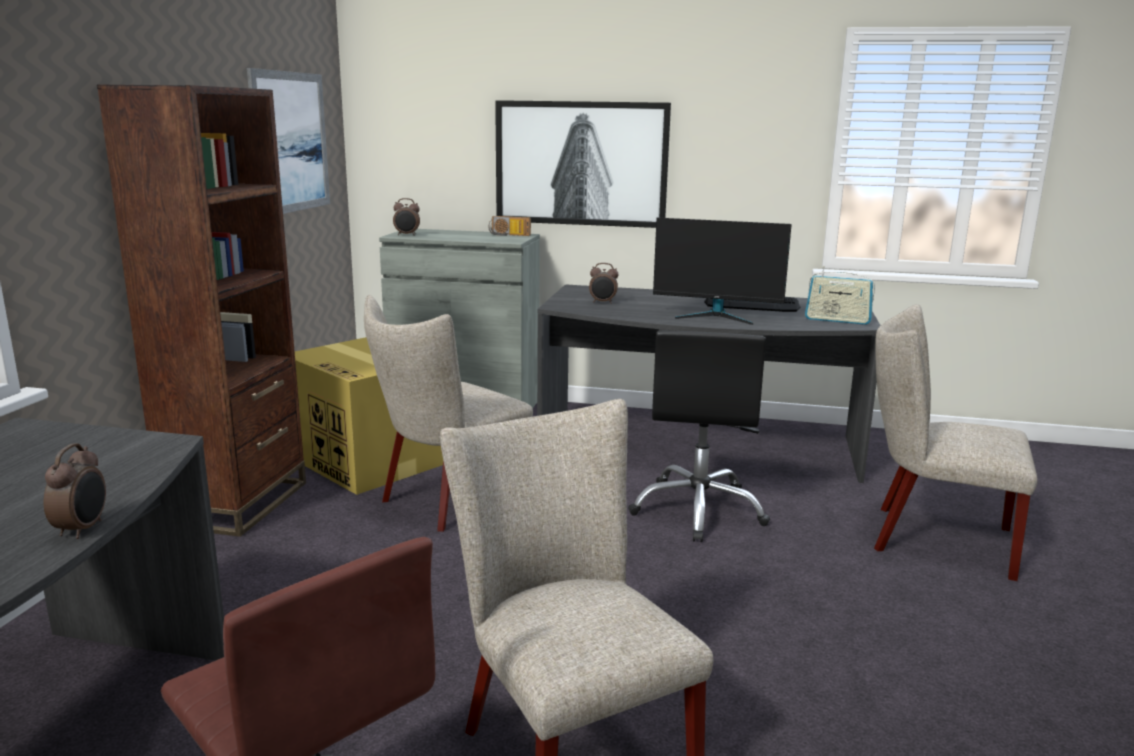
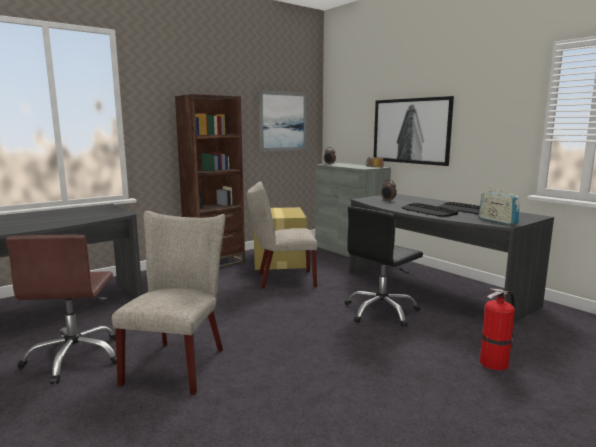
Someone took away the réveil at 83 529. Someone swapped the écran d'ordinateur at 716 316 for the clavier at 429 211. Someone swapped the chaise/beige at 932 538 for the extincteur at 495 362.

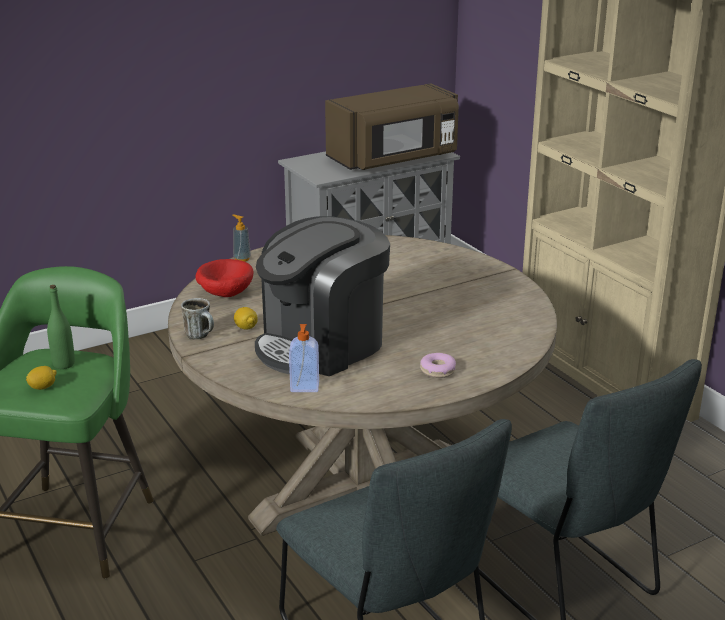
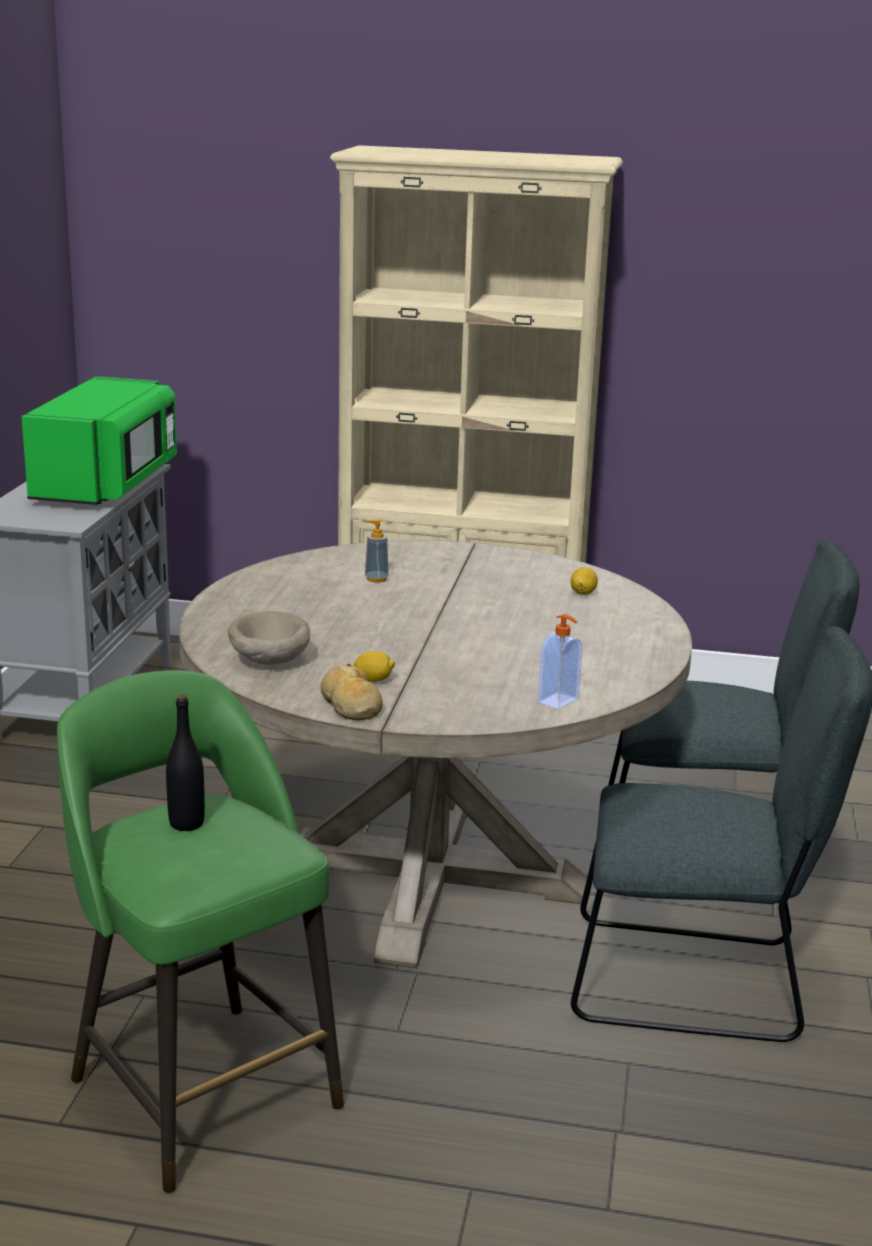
Someone carried the citron from 43 387 to 583 593. Someone repainted the bouteille/vert at 64 364, which became the bouteille/noir at 186 823. Someone swapped the mug at 201 336 for the pain at 351 706. Someone repainted the bol/rouge at 224 294, which became the bol/beige at 268 662. Someone carried the distributeur de savon from 242 259 to 376 579. Someone took away the machine à café at 322 345. Someone repainted the micro-ondes/marron at 394 159, which became the micro-ondes/vert at 107 484. Someone took away the beignet at 438 370.

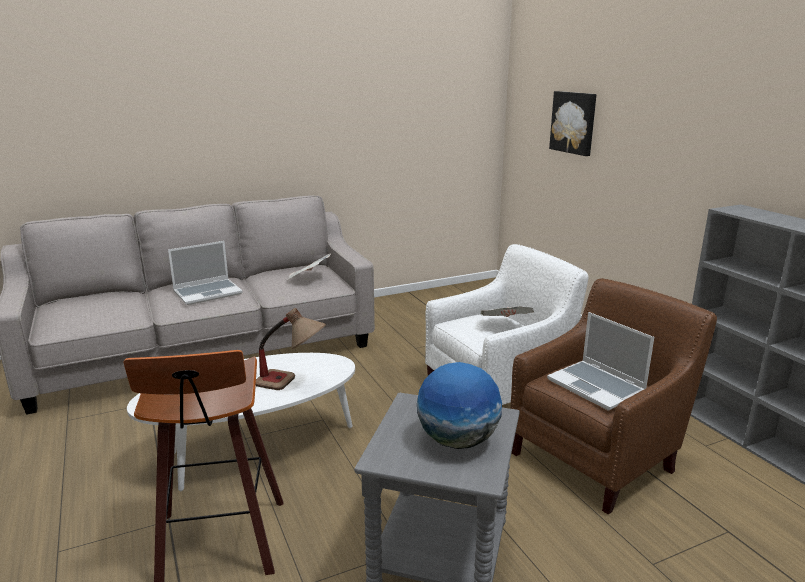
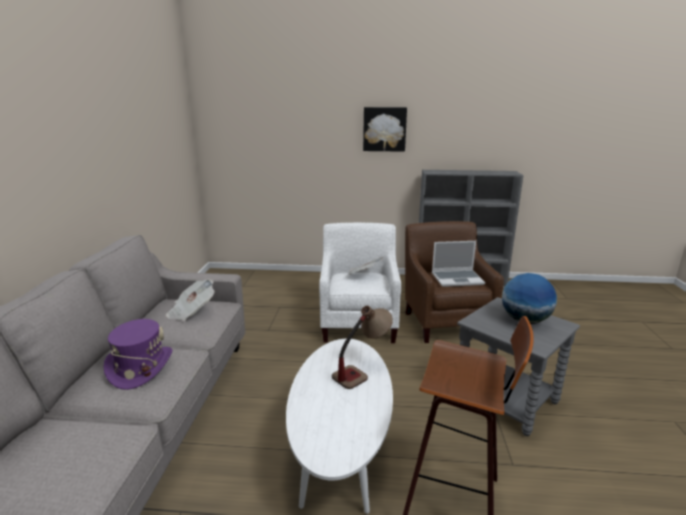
Someone swapped the ordinateur portable at 208 293 for the chapeau/violet at 140 367. Someone carried the tableau from 574 122 to 384 129.

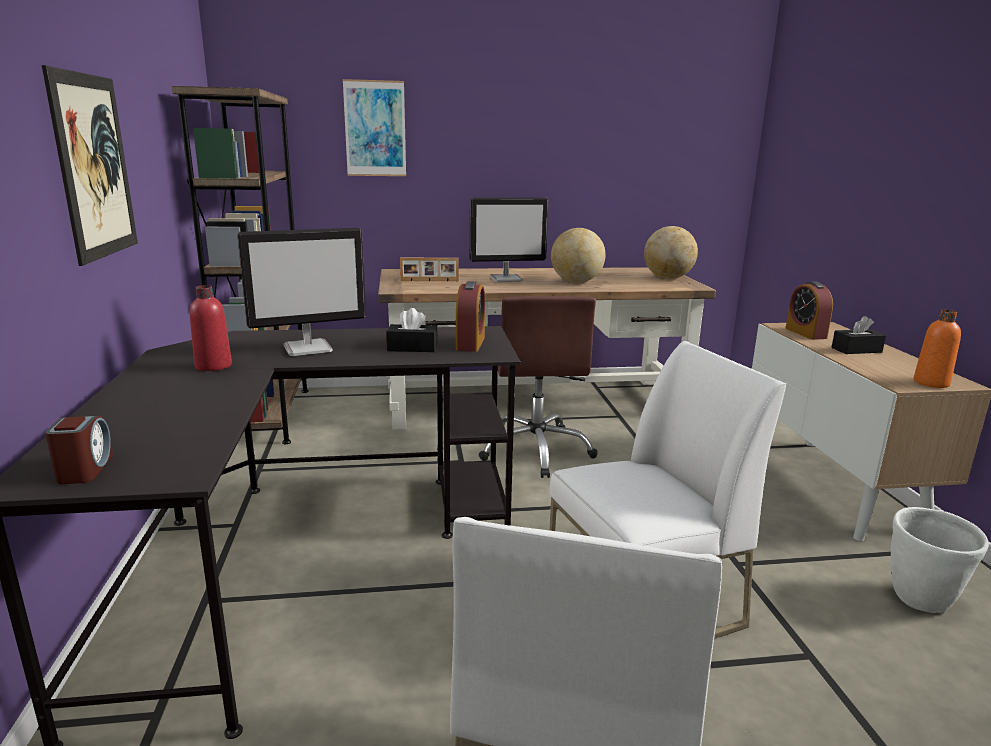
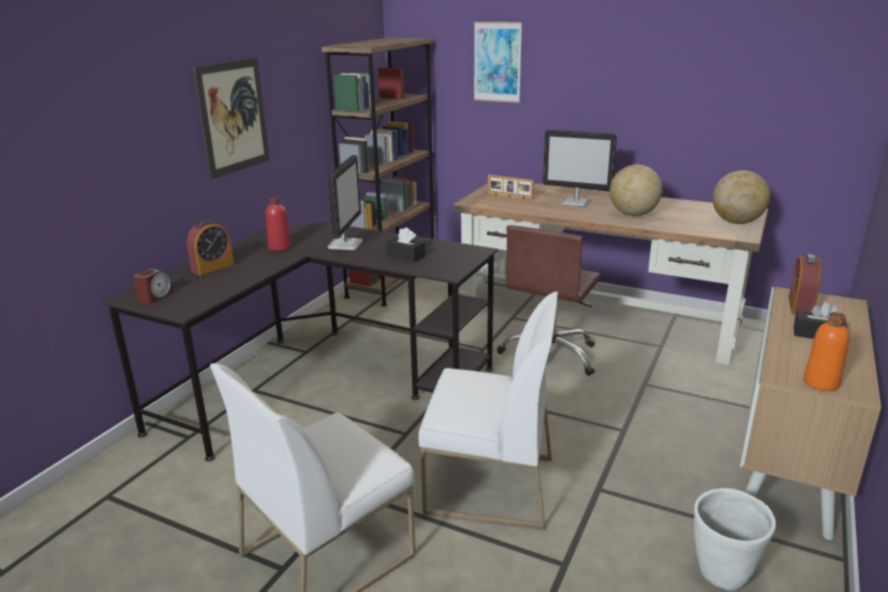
Someone rotated the écran d'ordinateur at 309 348 by 90 degrees counterclockwise. Someone carried the réveil from 470 343 to 213 268.

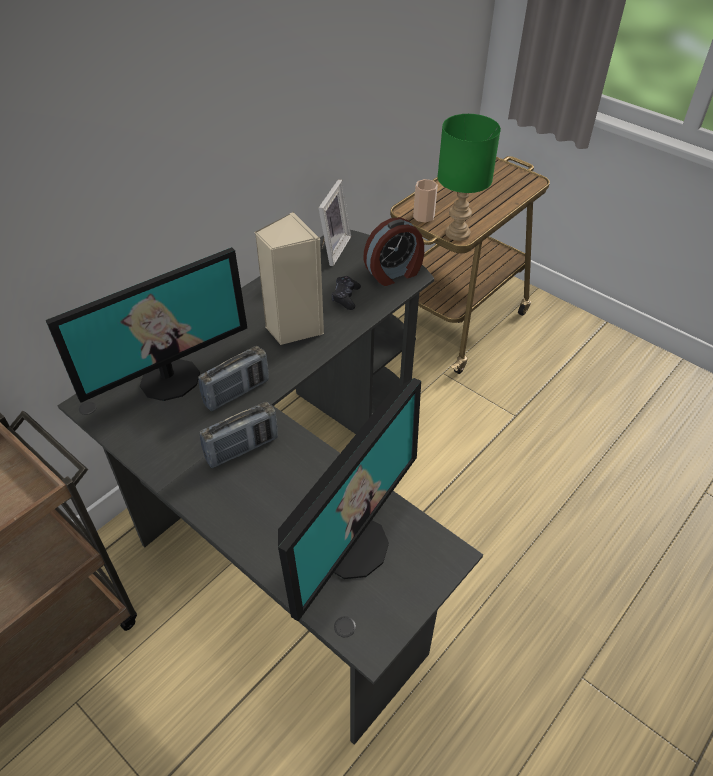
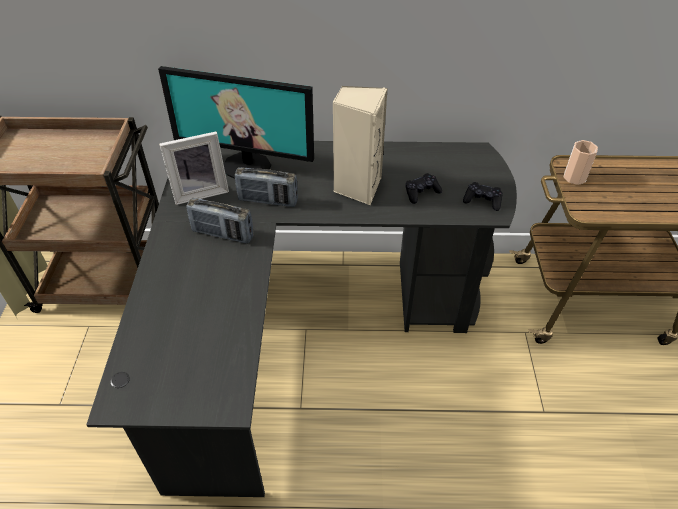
Someone took away the écran d'ordinateur at 353 546. Someone carried the cadre photo from 331 249 to 200 191. Someone swapped the réveil at 394 273 for the manette/noir at 482 201. Someone took away the lampe de table/vert at 458 233.

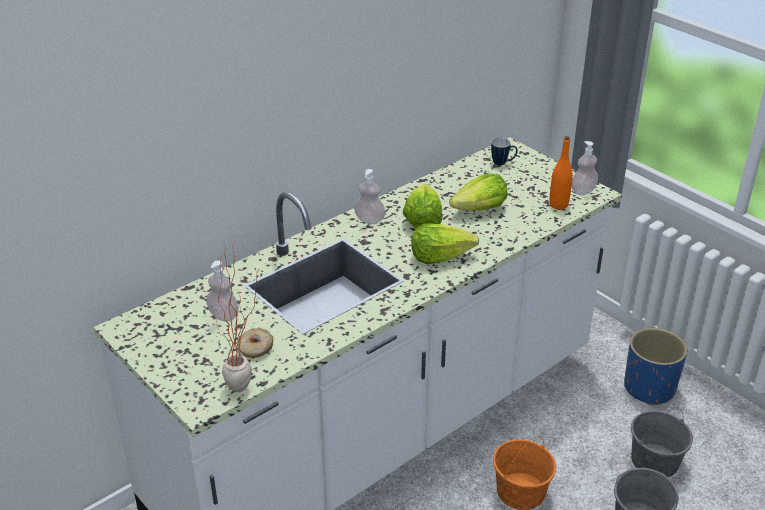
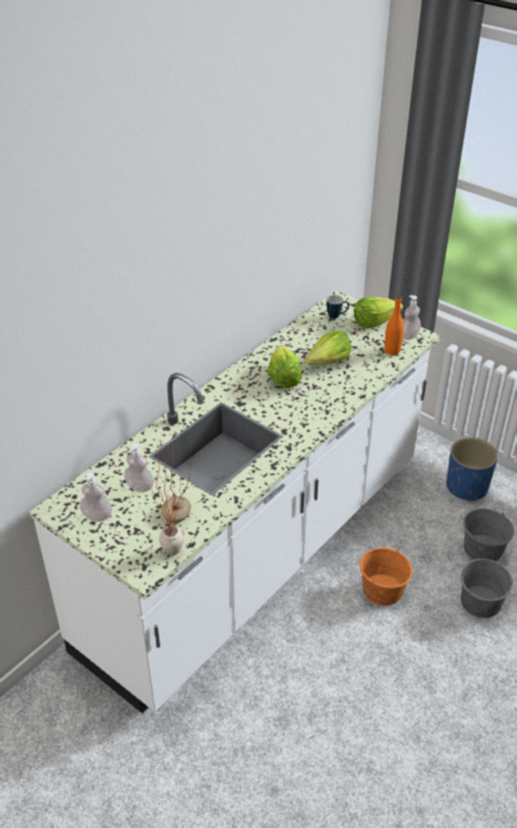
Someone carried the distributeur de savon from 369 220 to 97 516. Someone carried the laitue from 440 256 to 374 321.

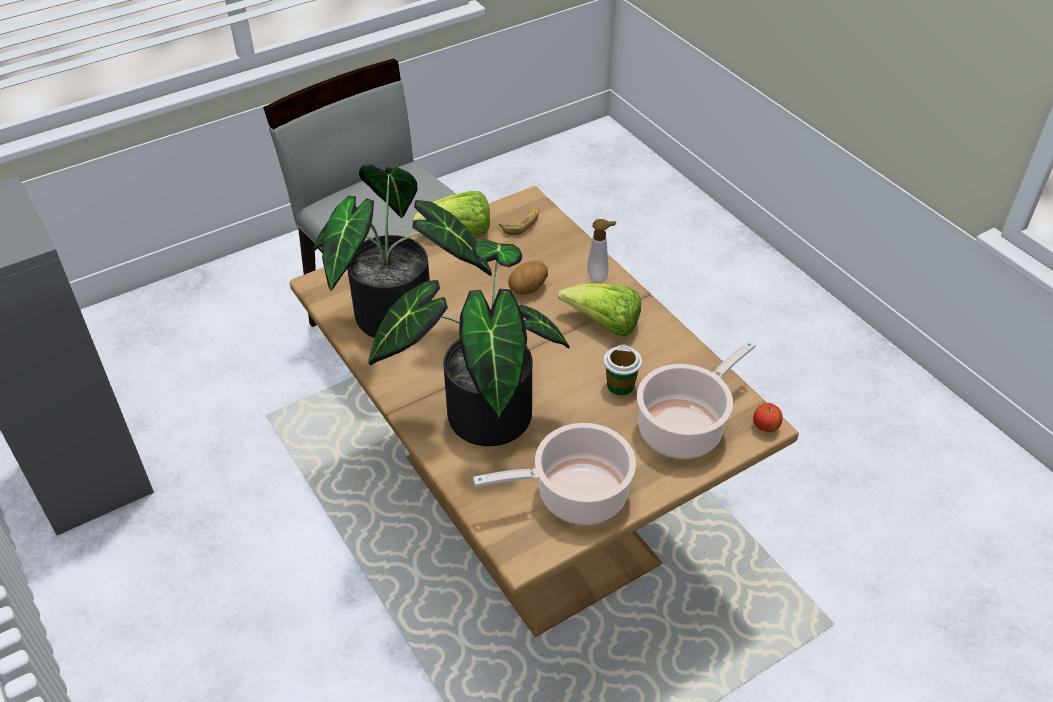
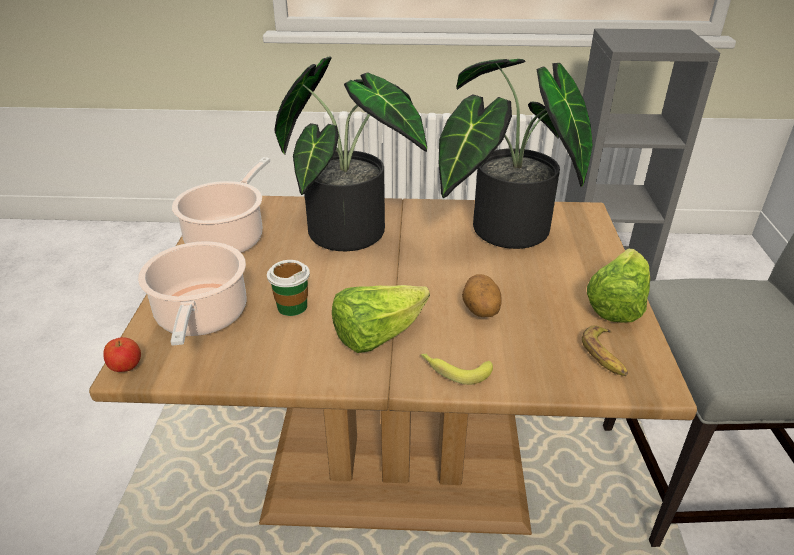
Someone swapped the distributeur de savon at 599 277 for the banane at 454 370.

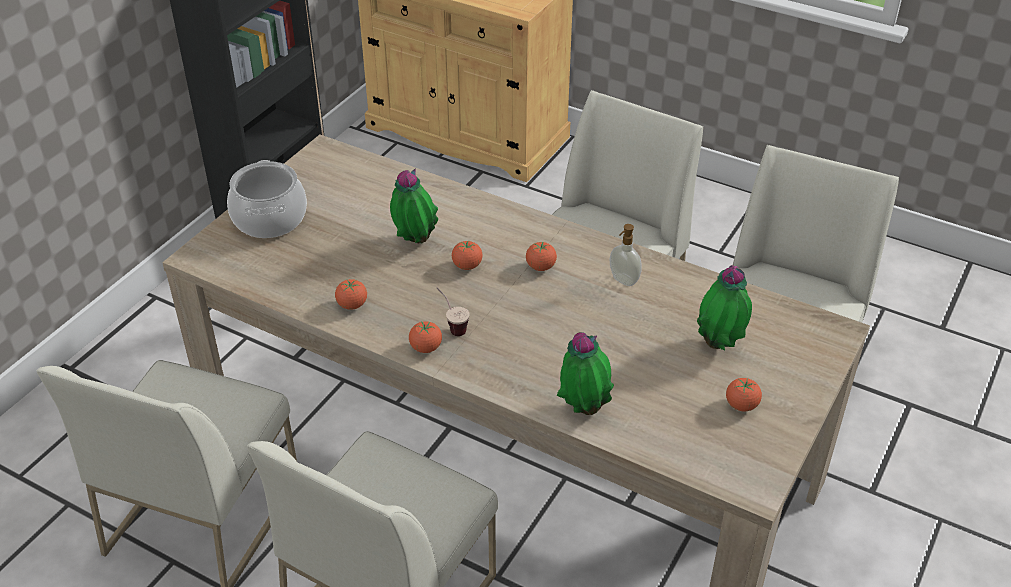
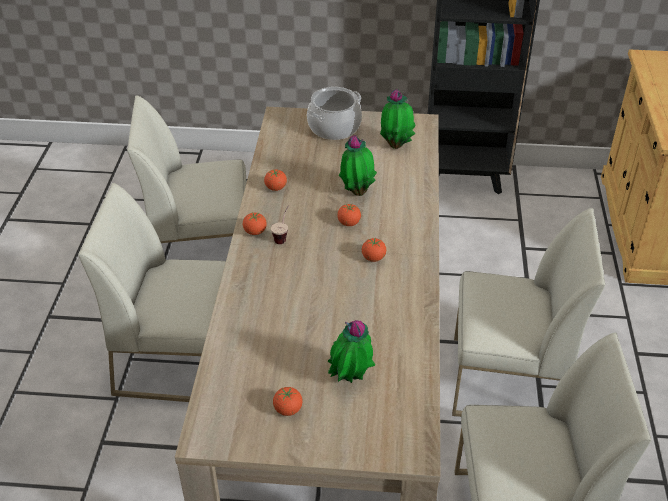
Someone carried the plante en pot from 584 408 to 396 145. Someone took away the distributeur de savon at 623 280.

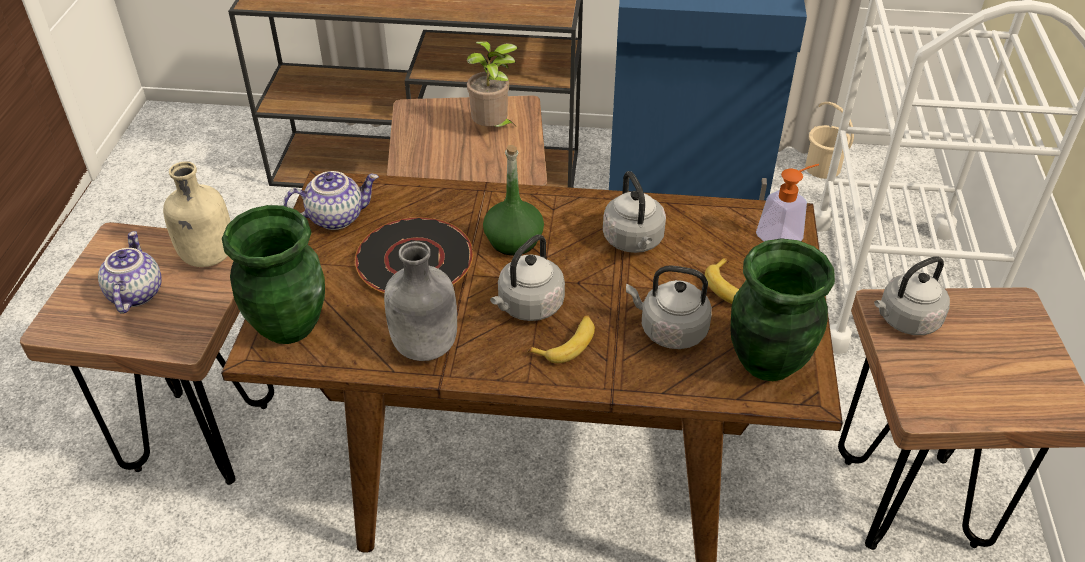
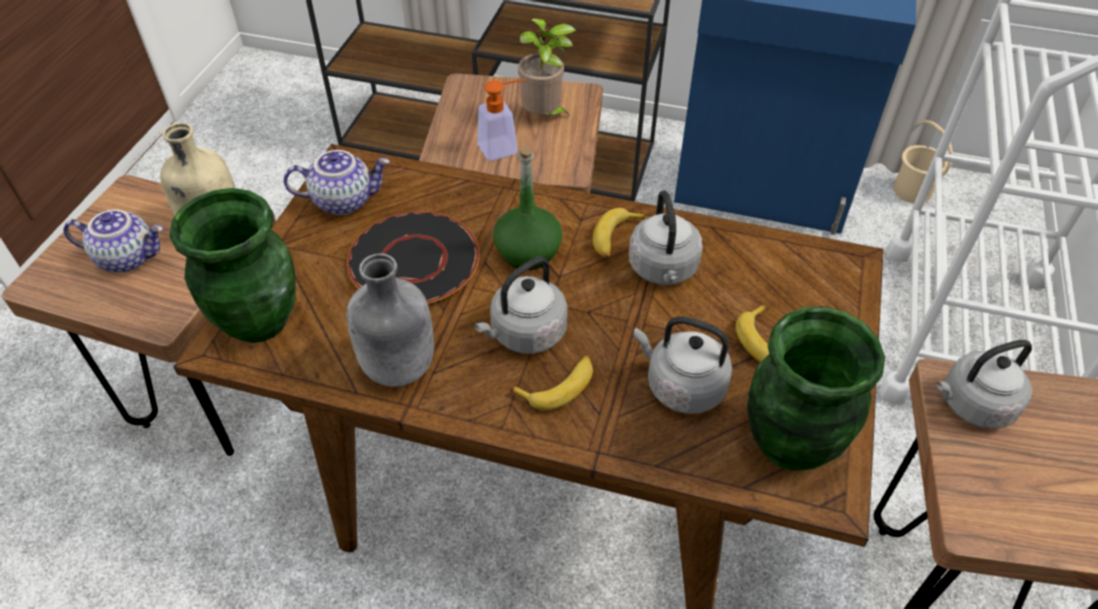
Someone rotated the théière at 134 293 by 90 degrees clockwise. Someone carried the distributeur de savon from 784 235 to 504 147. Someone put down the banane at 615 239.

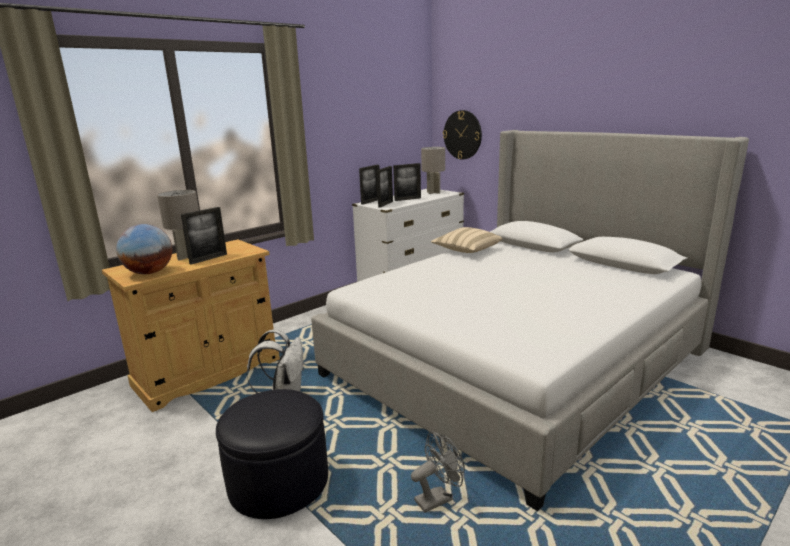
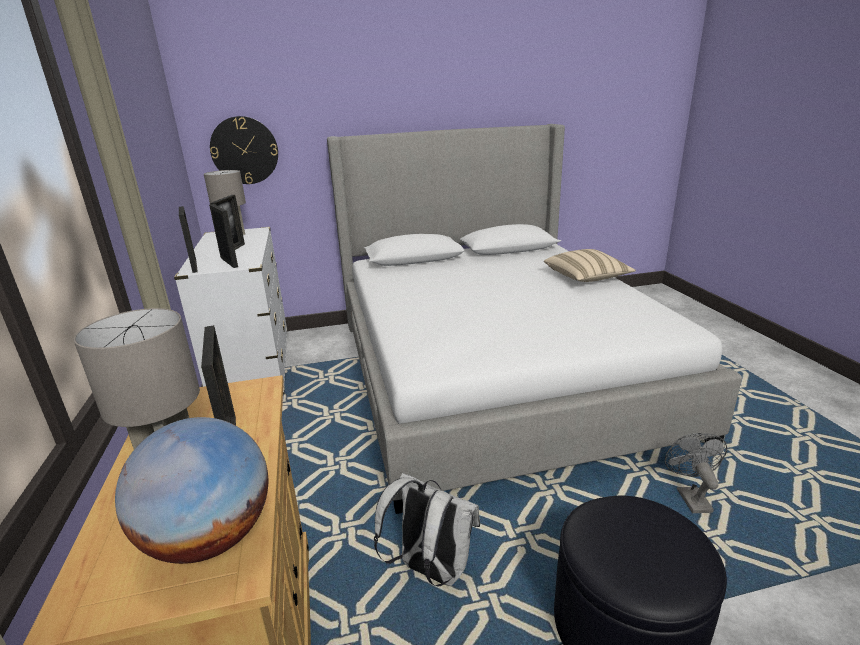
Someone carried the coussin/beige from 466 250 to 586 278.

